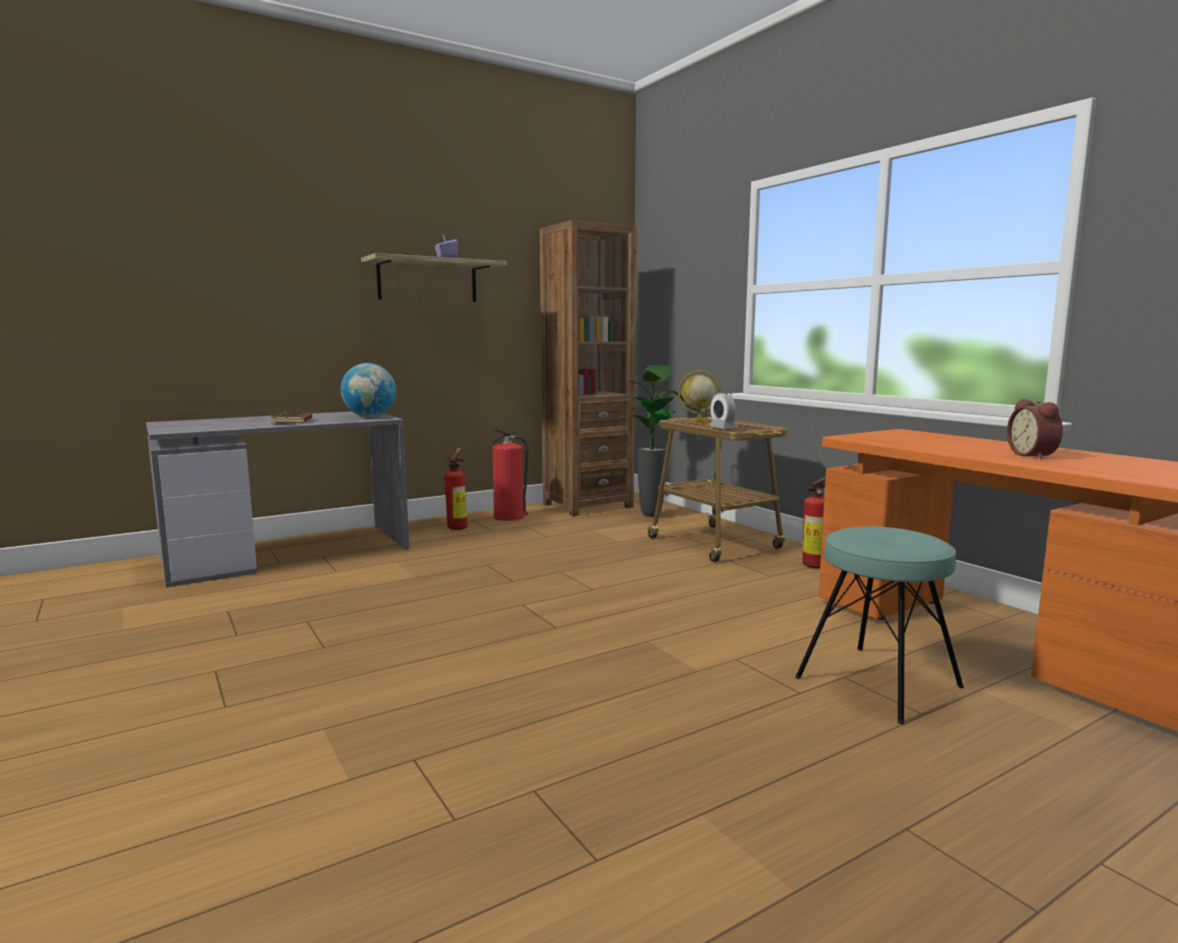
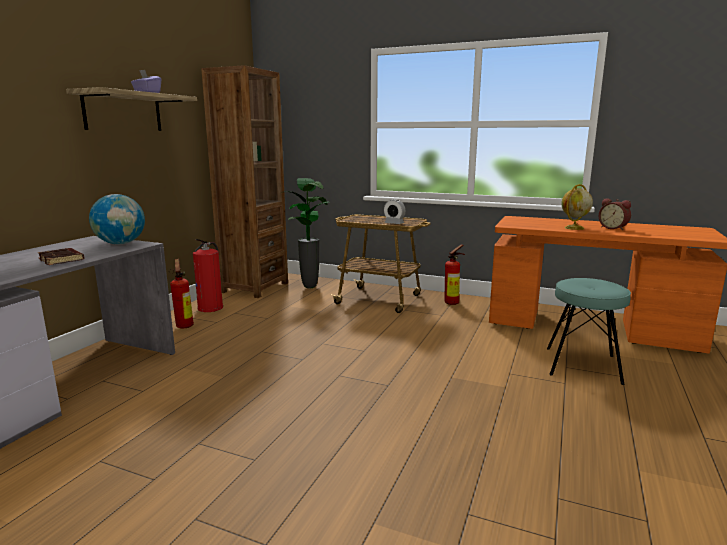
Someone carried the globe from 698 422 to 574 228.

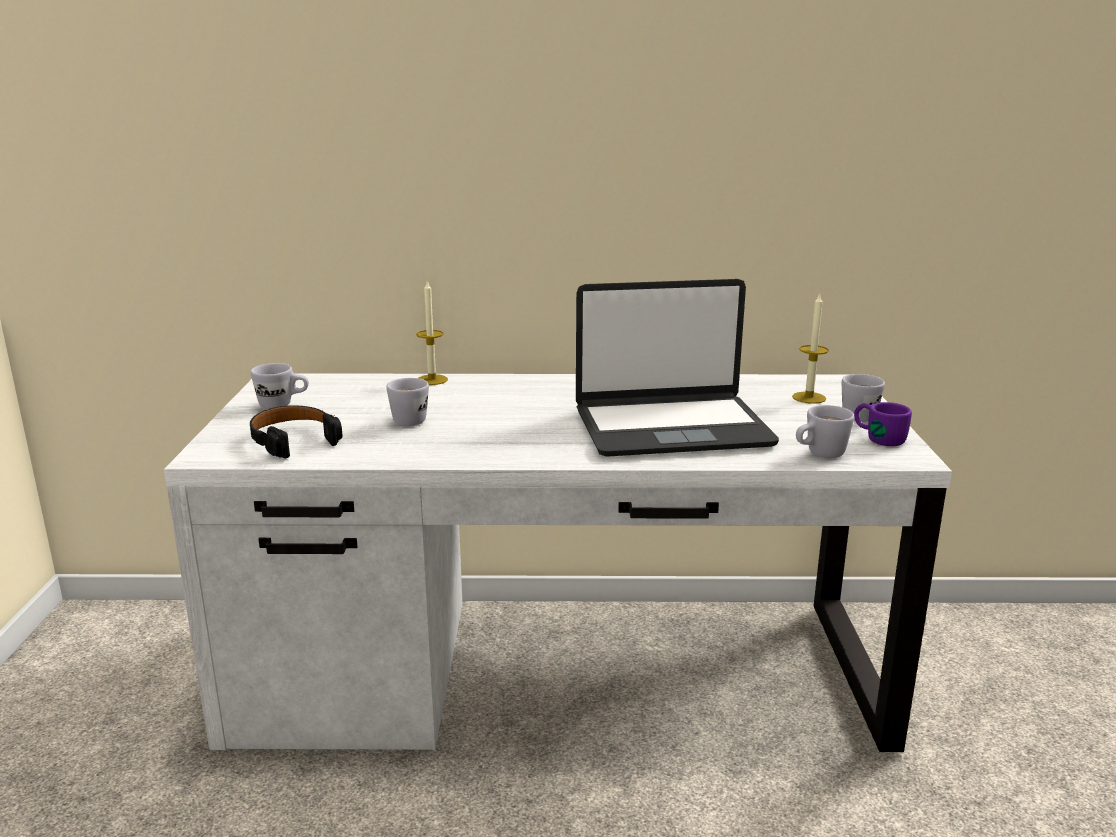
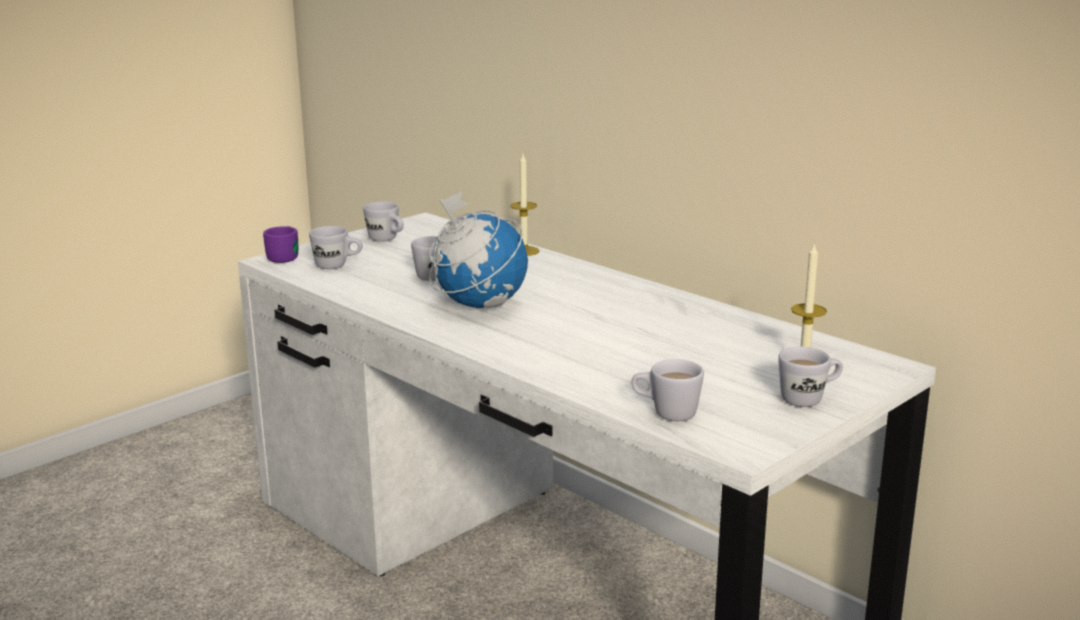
Someone swapped the casque audio/noir at 293 440 for the mug/blanc at 337 266. Someone took away the ordinateur portable at 671 427. Someone carried the mug/violet from 877 437 to 285 256. Someone put down the globe at 479 305.

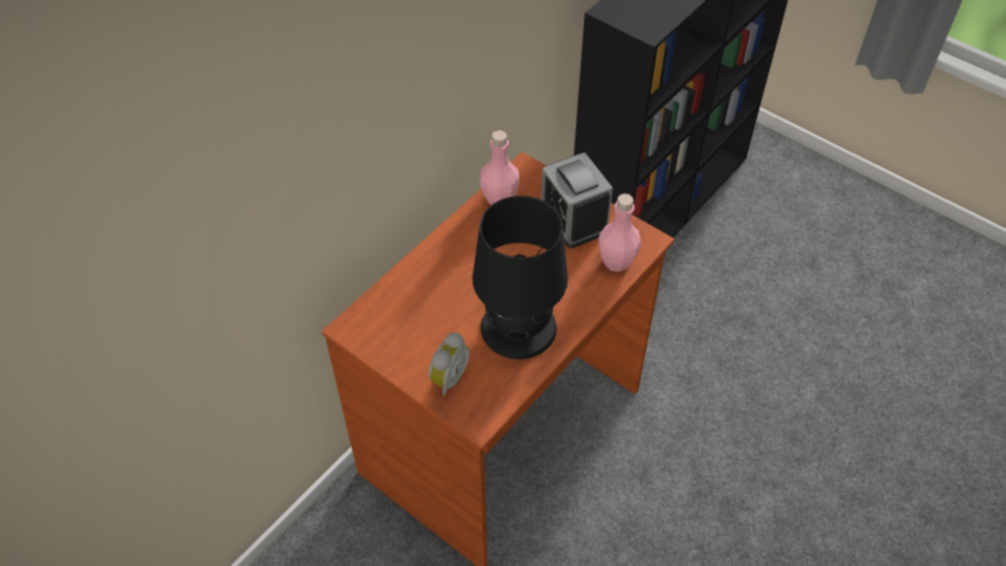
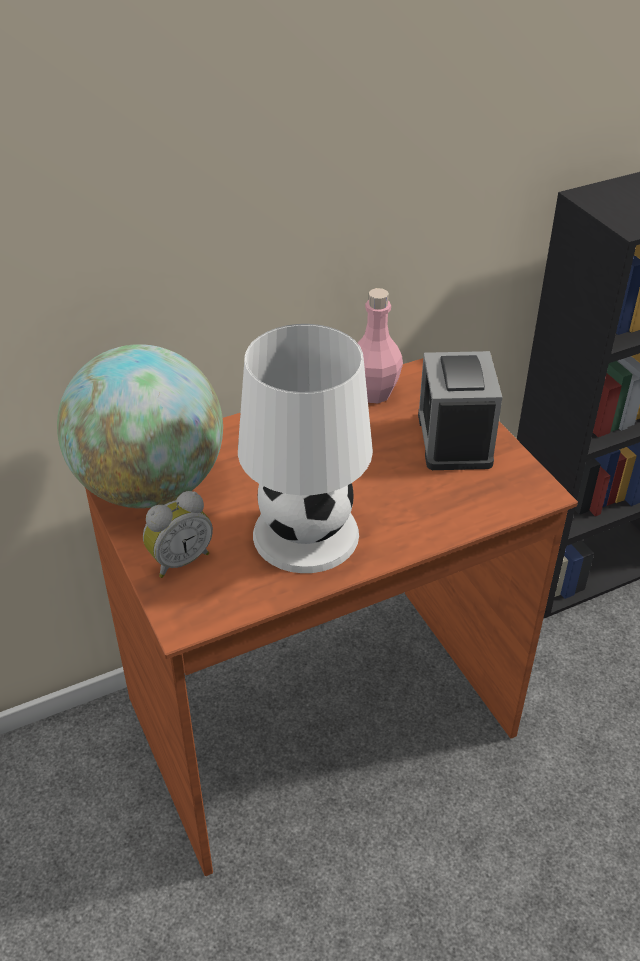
Someone repainted the lampe de table/noir at 519 327, which became the lampe de table/blanc at 307 534. Someone took away the bouteille/rose at 616 261. Someone put down the globe at 150 486.

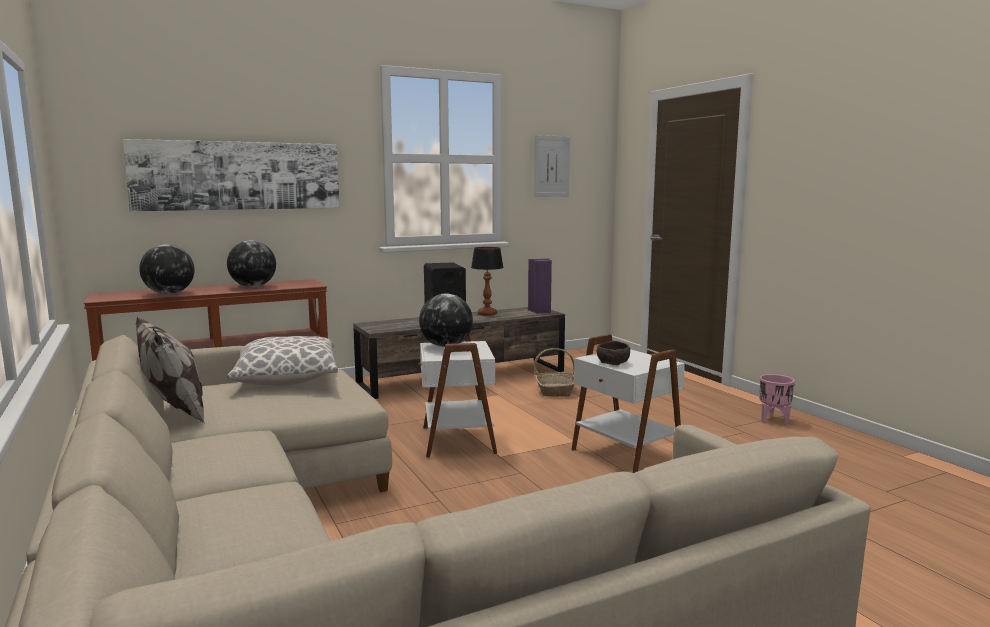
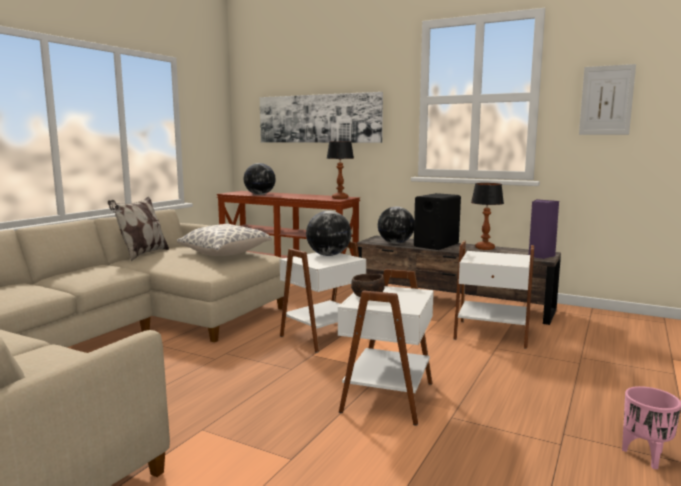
Someone carried the globe from 253 286 to 395 243. Someone swapped the panier at 555 390 for the table d'appoint/blanc at 491 334. Someone put down the lampe de table at 340 198.

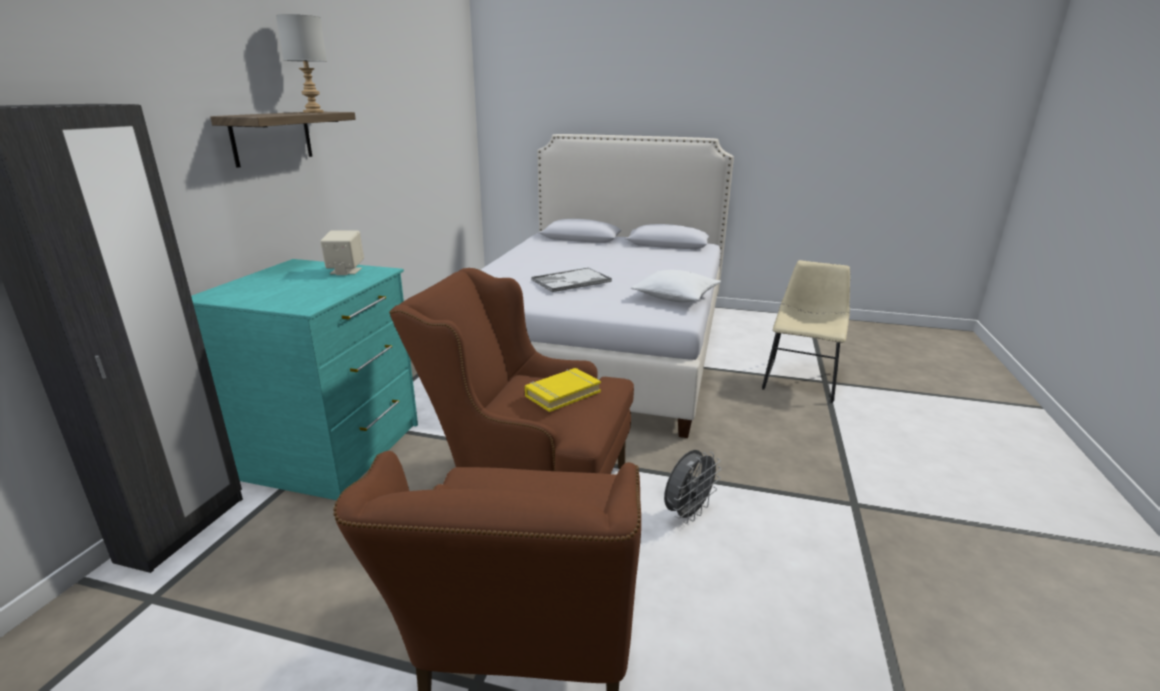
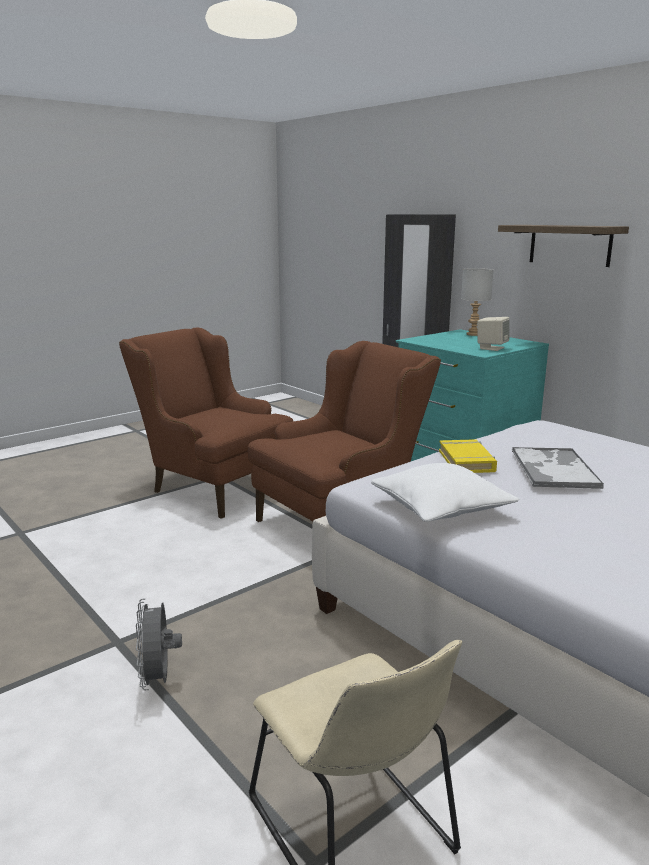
Someone carried the lampe de table/gris from 312 112 to 473 334. Someone carried the livre/jaune from 562 394 to 466 461. Someone carried the ventilateur/gris from 687 513 to 159 679.

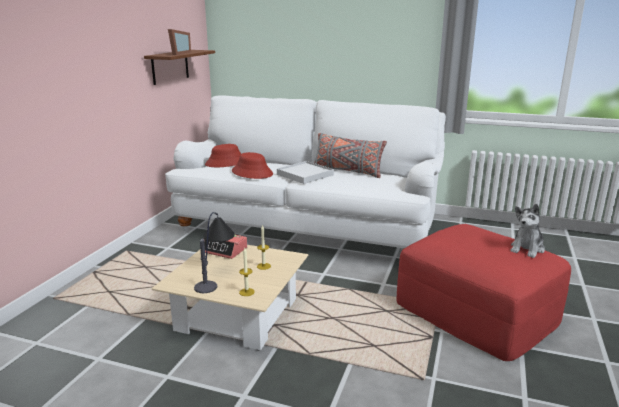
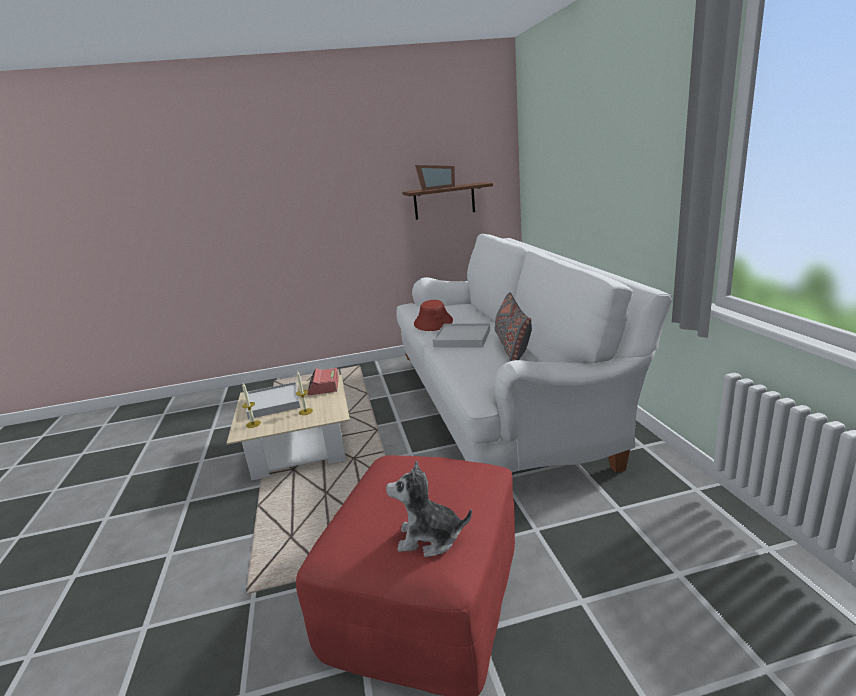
Someone swapped the lampe de table at 215 276 for the plateau/blanc at 273 402. Someone took away the chapeau/rouge at 226 163.

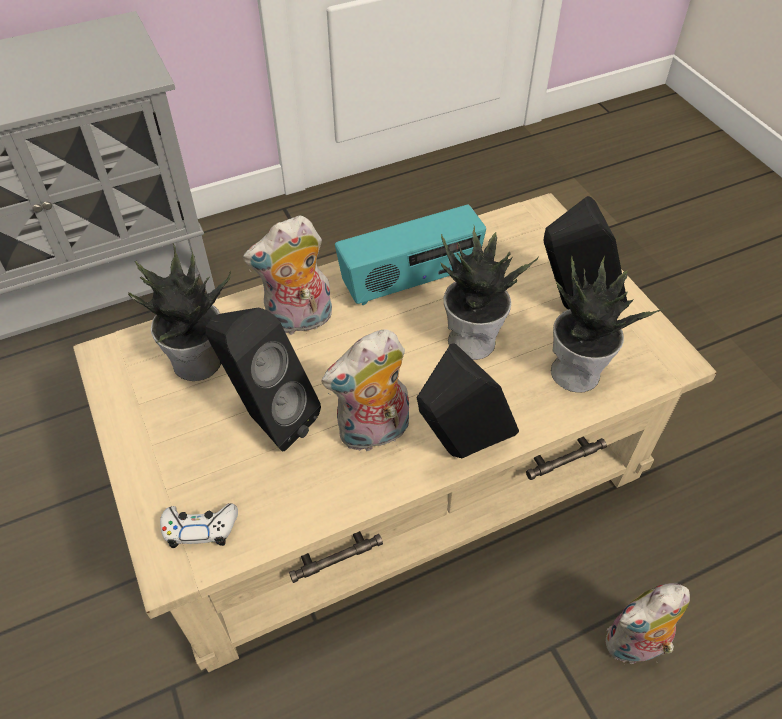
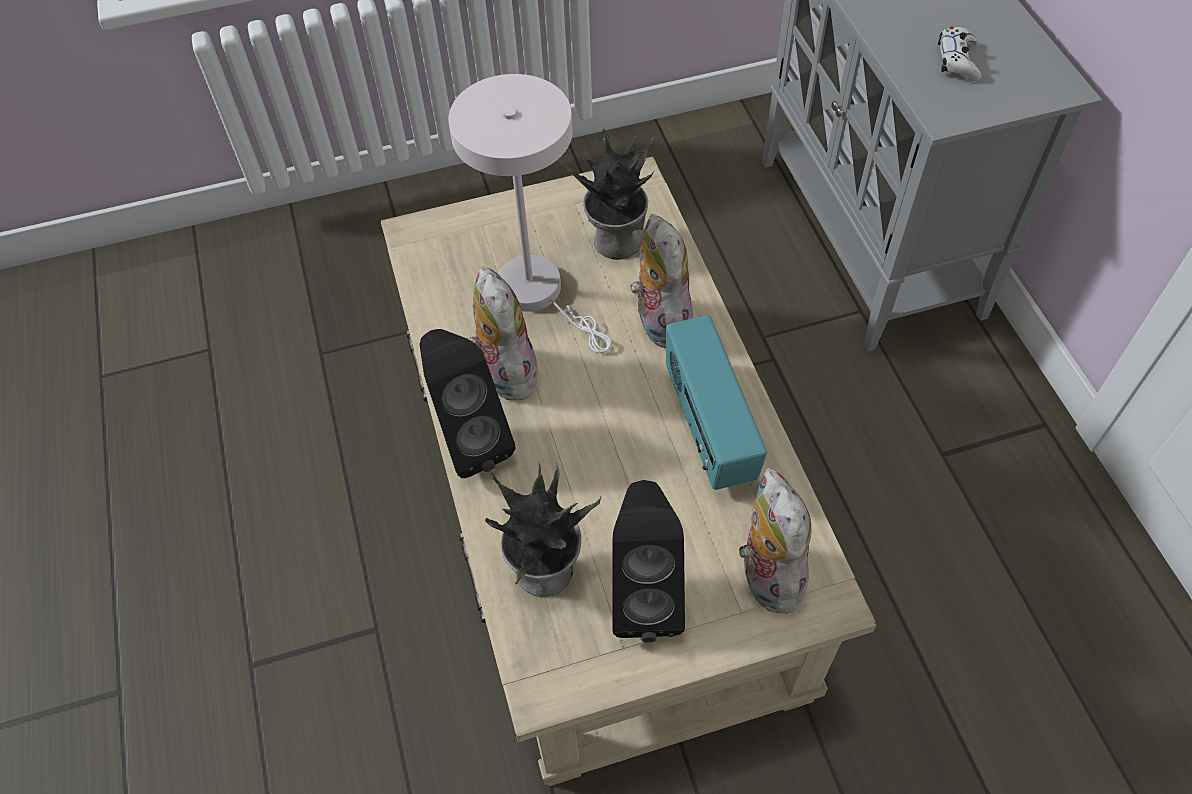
Someone carried the manette/blanc from 200 528 to 957 61. Someone swapped the enceinte/noir at 268 419 for the lampe de table/blanc at 539 293. Someone took away the plante en pot at 472 339. Someone carried the peluche from 635 646 to 766 575.

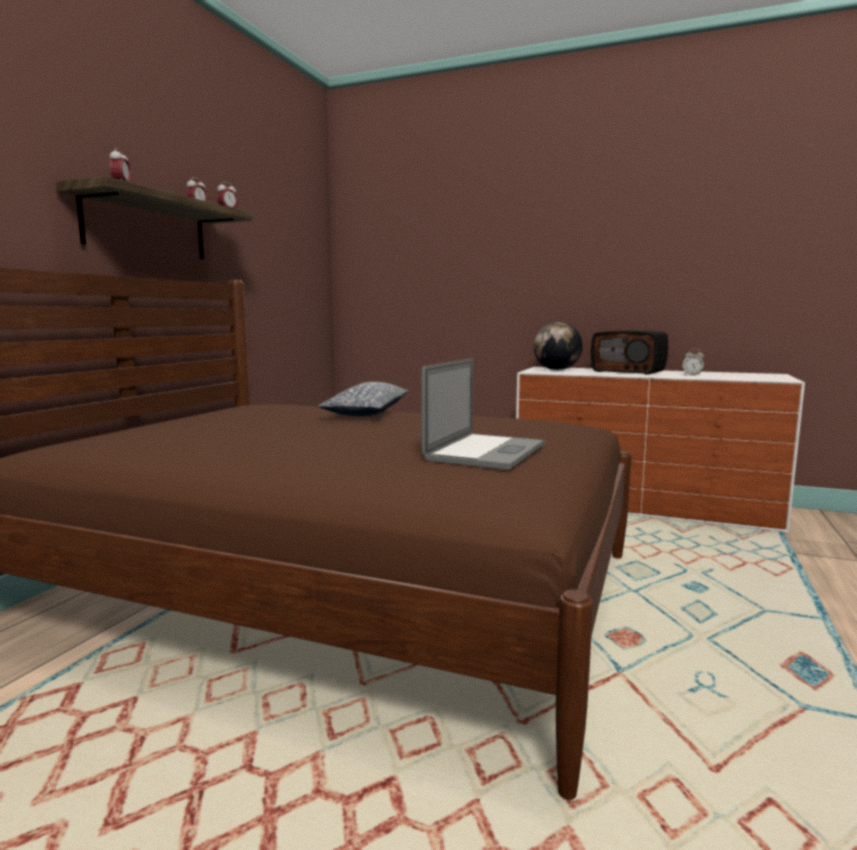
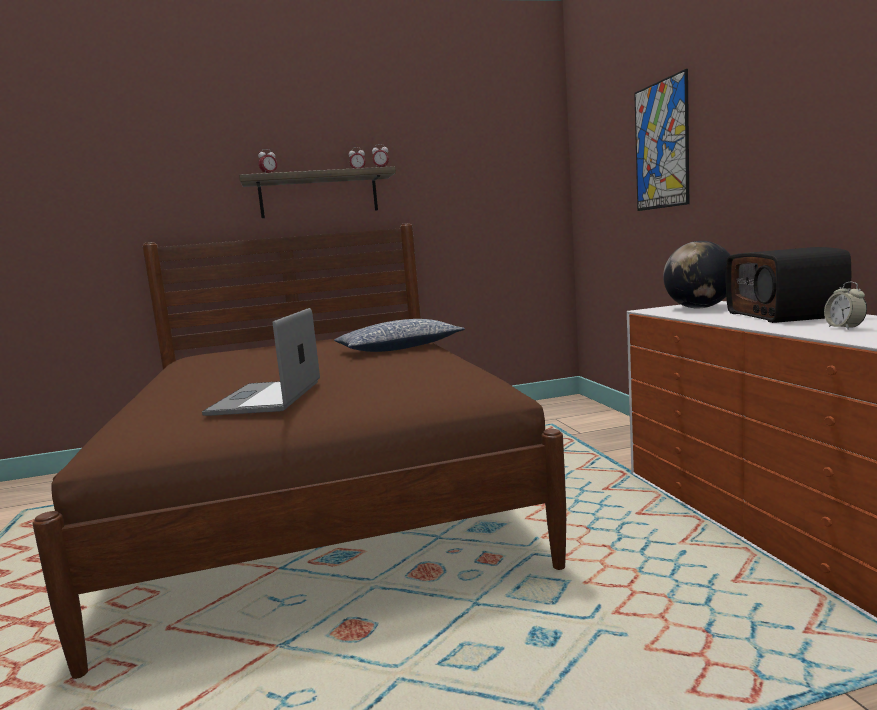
Someone rotated the ordinateur portable at 486 451 by 105 degrees clockwise. Someone put up the tableau at 661 145.

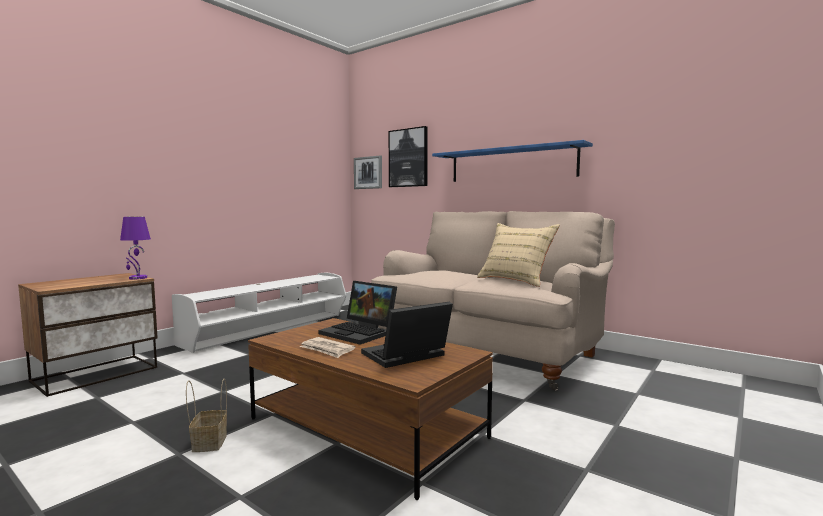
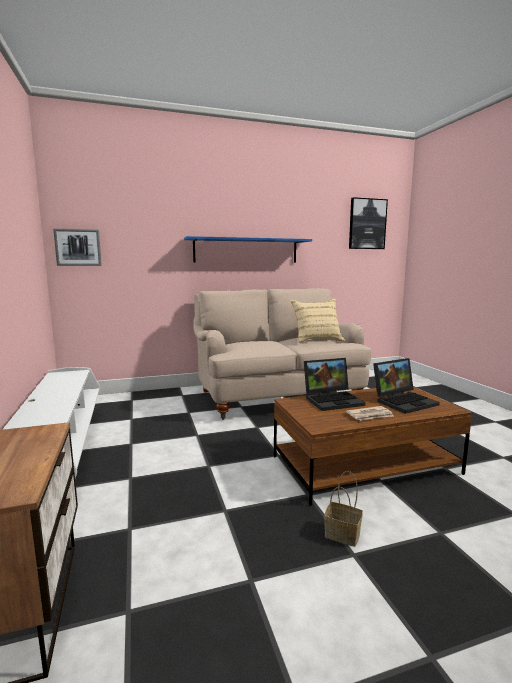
Someone took away the lampe de table/violet at 137 278. Someone rotated the ordinateur portable at 405 357 by 120 degrees counterclockwise. Someone carried the tableau from 408 158 to 367 224.

